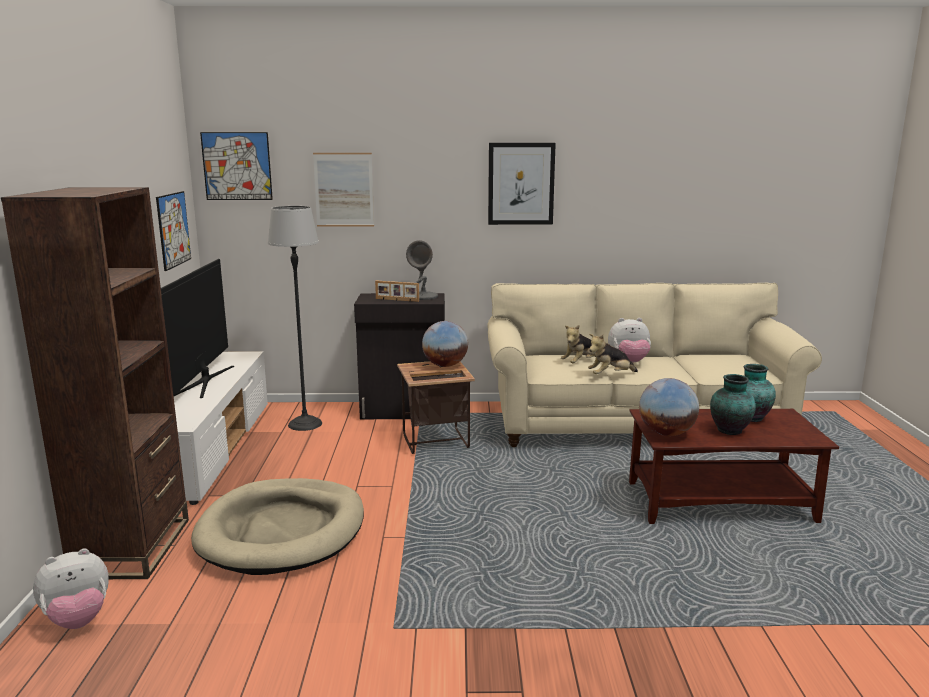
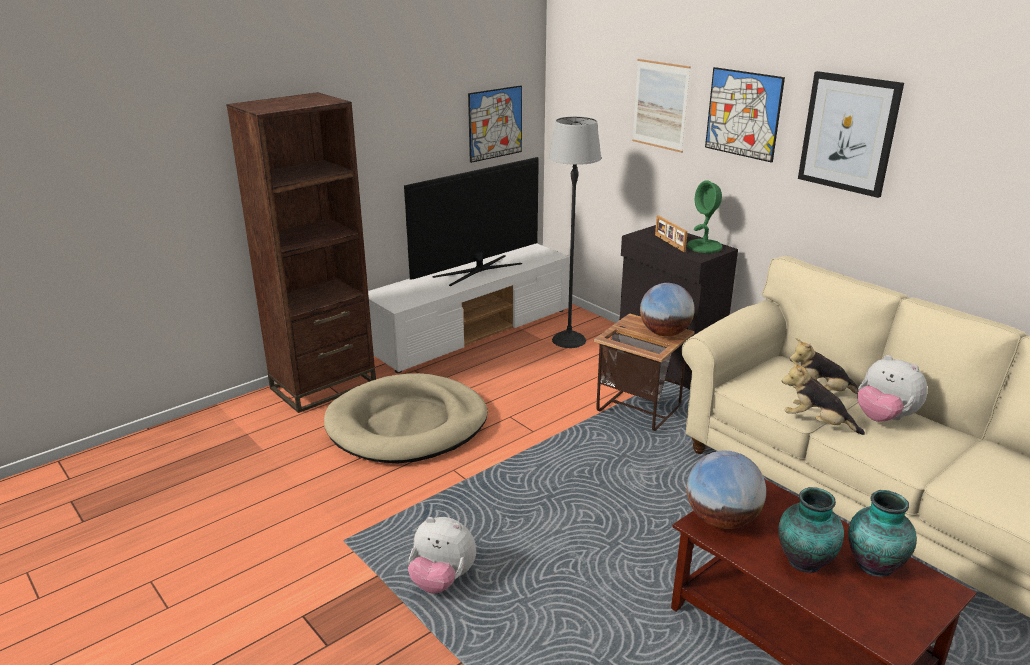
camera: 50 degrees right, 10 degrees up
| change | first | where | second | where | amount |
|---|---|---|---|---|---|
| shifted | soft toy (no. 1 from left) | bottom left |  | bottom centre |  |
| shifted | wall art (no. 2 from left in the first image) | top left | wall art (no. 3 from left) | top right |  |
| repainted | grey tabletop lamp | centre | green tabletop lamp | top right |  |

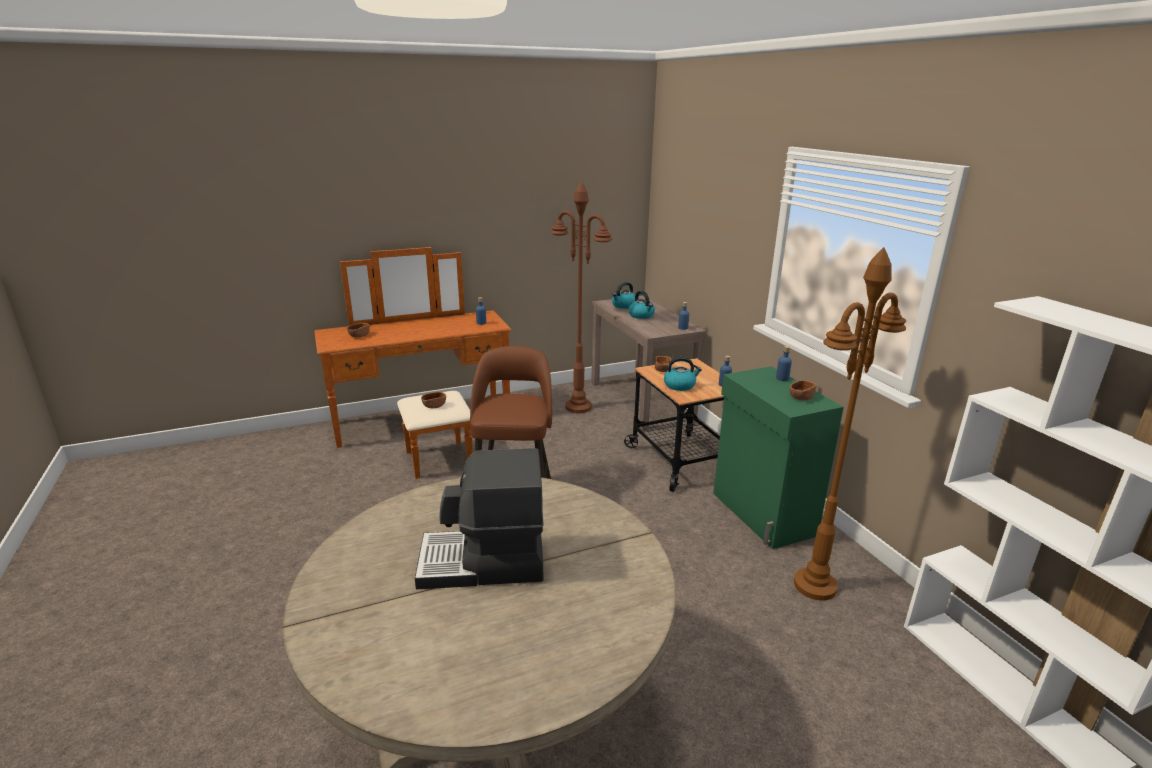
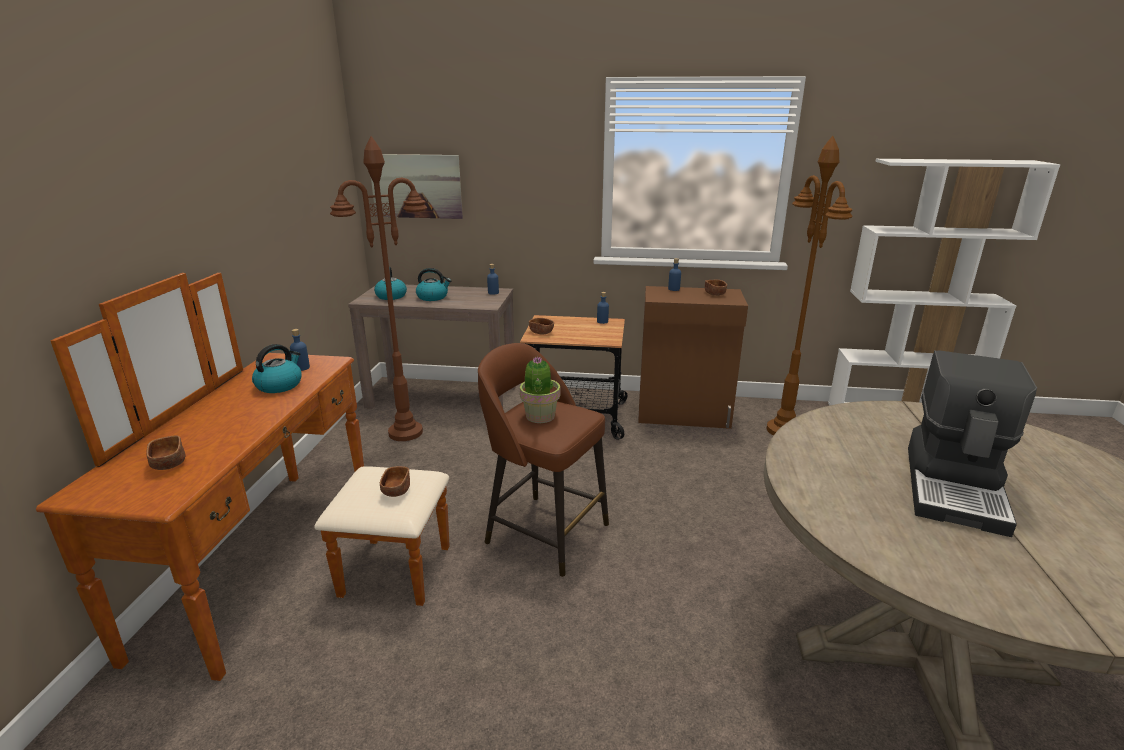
camera: 60 degrees left, 0 degrees up
| change | first | where | second | where | amount |
|---|---|---|---|---|---|
| shifted | water kettle (no. 3 from left in the first image) | centre | water kettle (no. 1 from left) | middle left |  |
| repainted | green storage cabinet | middle right | brown storage cabinet | centre |  |
| new |  |  | wall art | top centre |  |
| new |  |  | plant in a pot | centre |  |

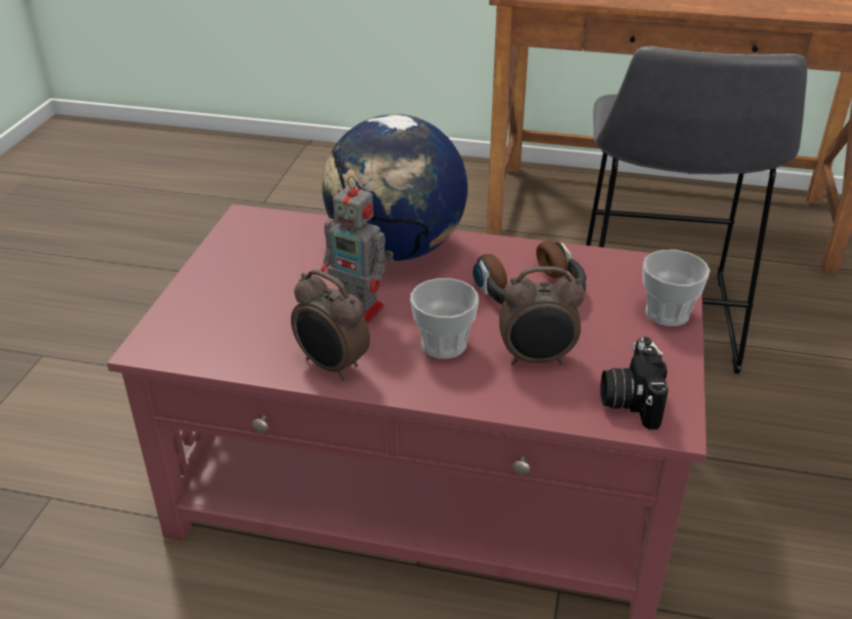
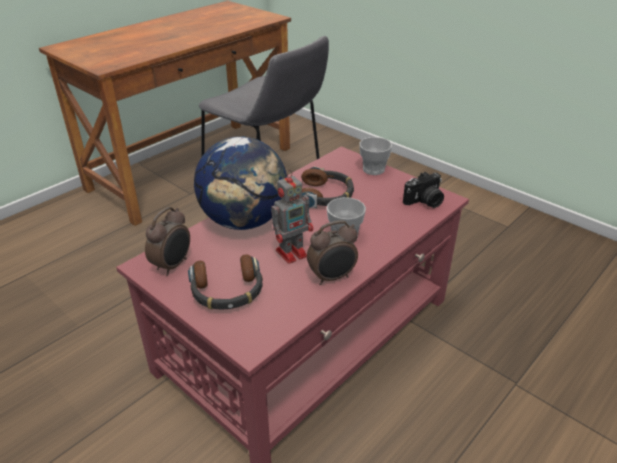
camera: 60 degrees left, 0 degrees up
| change | first | where | second | where | amount |
|---|---|---|---|---|---|
| shifted | table clock (no. 2 from left in the first image) | centre | table clock (no. 1 from left) | middle left |  |
| rotated | still camera | middle right |  | middle right | 60 degrees counterclockwise |
| new |  |  | headphones (no. 1 from left) | centre |  |

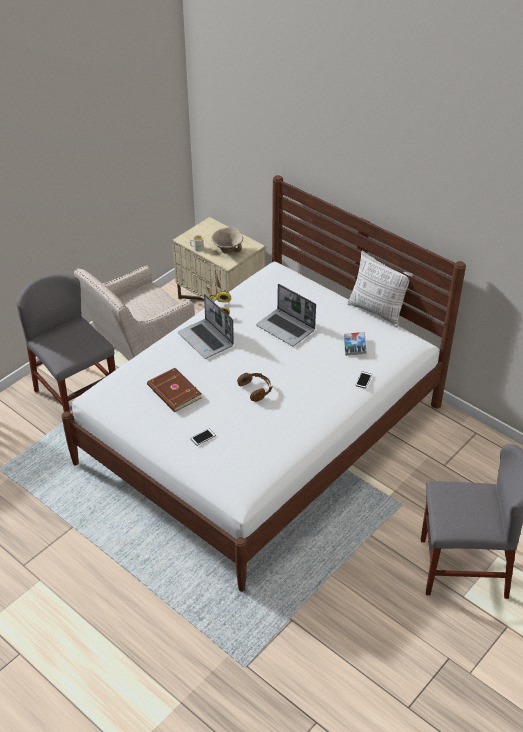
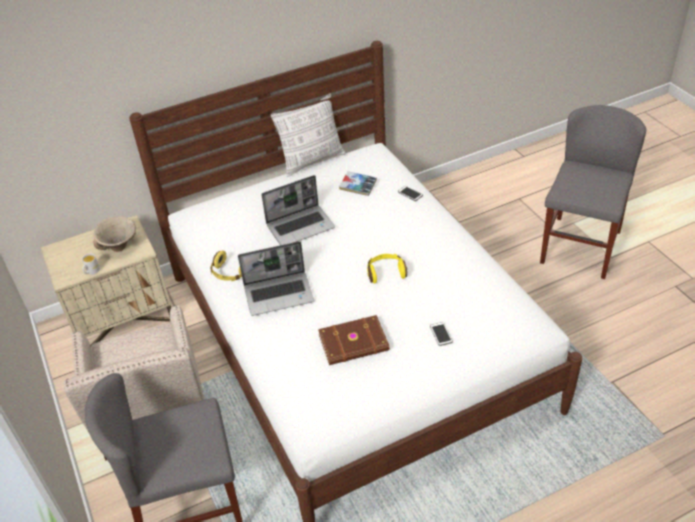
camera: 65 degrees left, 0 degrees up
| change | first | where | second | where | amount |
|---|---|---|---|---|---|
| repainted | brown headphones | centre | yellow-coloured headphones (no. 2 from left) | centre |  |

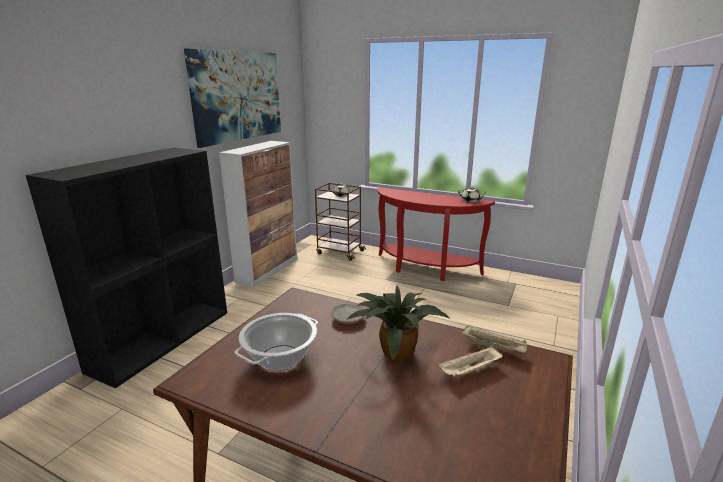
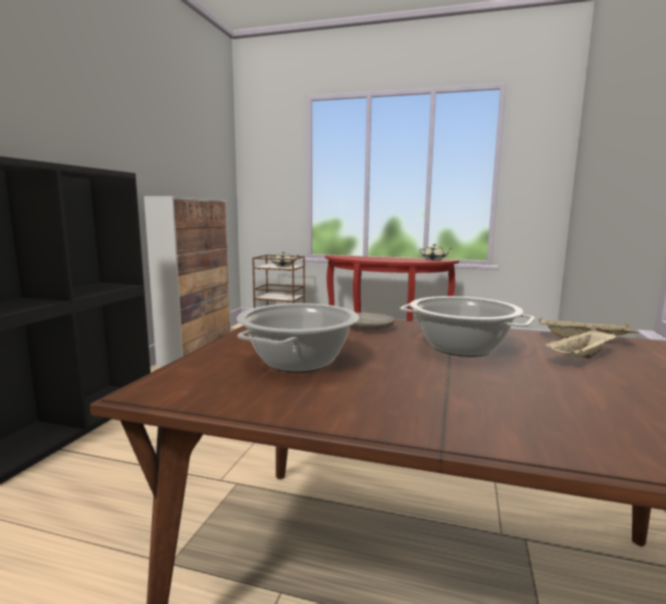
camera: 10 degrees left, 10 degrees down
| change | first | where | second | where | amount |
|---|---|---|---|---|---|
| gone | wall art | top left |  |  |  |
| swapped | plant in a pot | bottom centre | stockpot (no. 2 from left) | middle right |  |

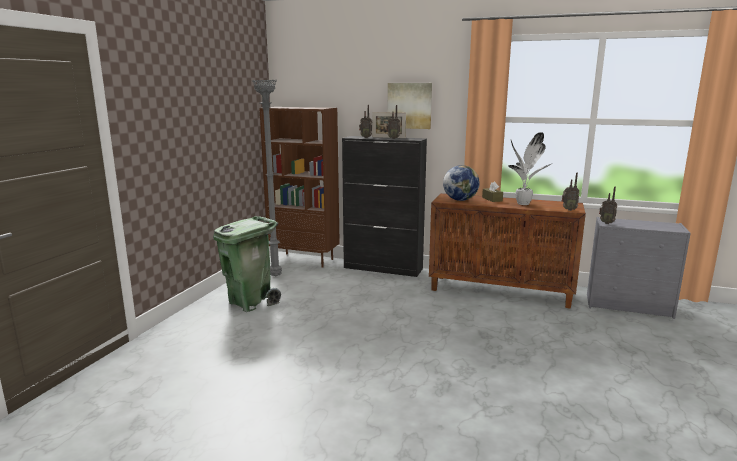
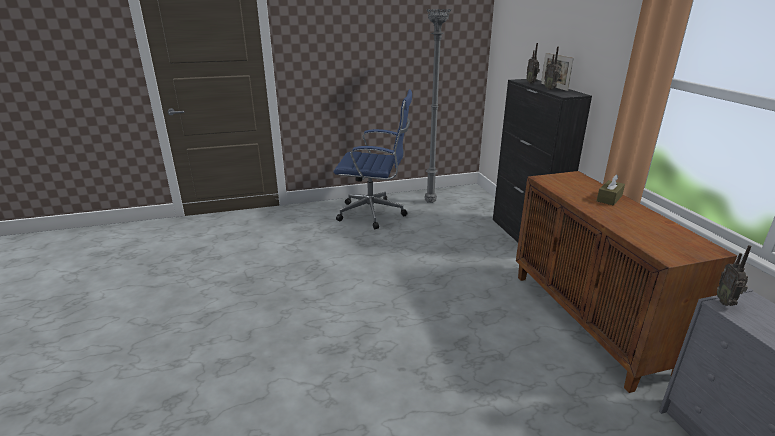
camera: 55 degrees right, 10 degrees up
| change | first | where | second | where | amount |
|---|---|---|---|---|---|
| swapped | green trash can | centre | bluish office chair | centre |  |
| gone | brown shelving unit | centre |  |  |  |
| gone | wall art | top centre |  |  |  |
| gone | world globe | centre |  |  |  |
| gone | plant in a pot | middle right |  |  |  |
| gone | radio set (no. 3 from left) | middle right |  |  |  |

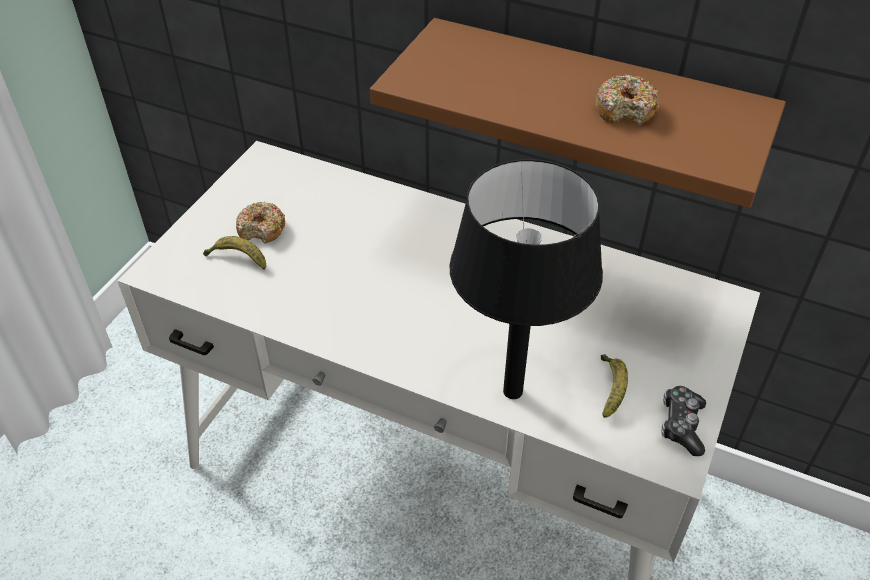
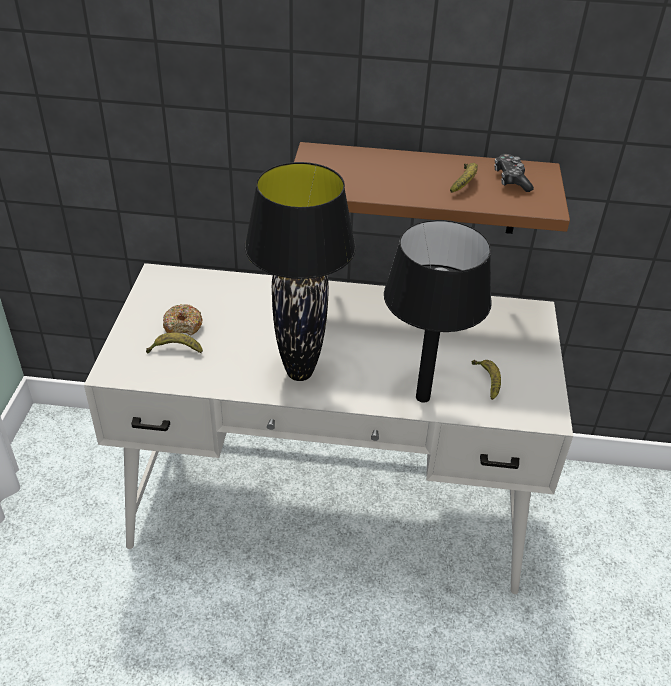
camera: 20 degrees left, 5 degrees down
| change | first | where | second | where | amount |
|---|---|---|---|---|---|
| swapped | ring doughnut (no. 2 from left) | top right | banana (no. 2 from left) | top right |  |
| shifted | joypad | bottom right |  | top right |  |
| new |  |  | black-coloured tabletop lamp (no. 1 from left) | centre |  |

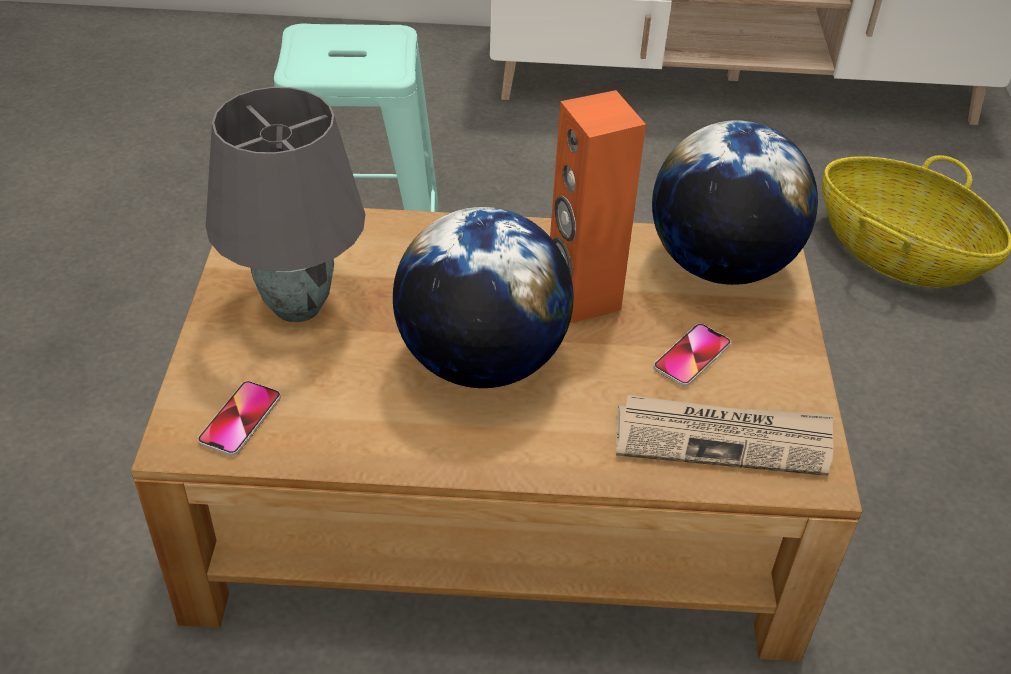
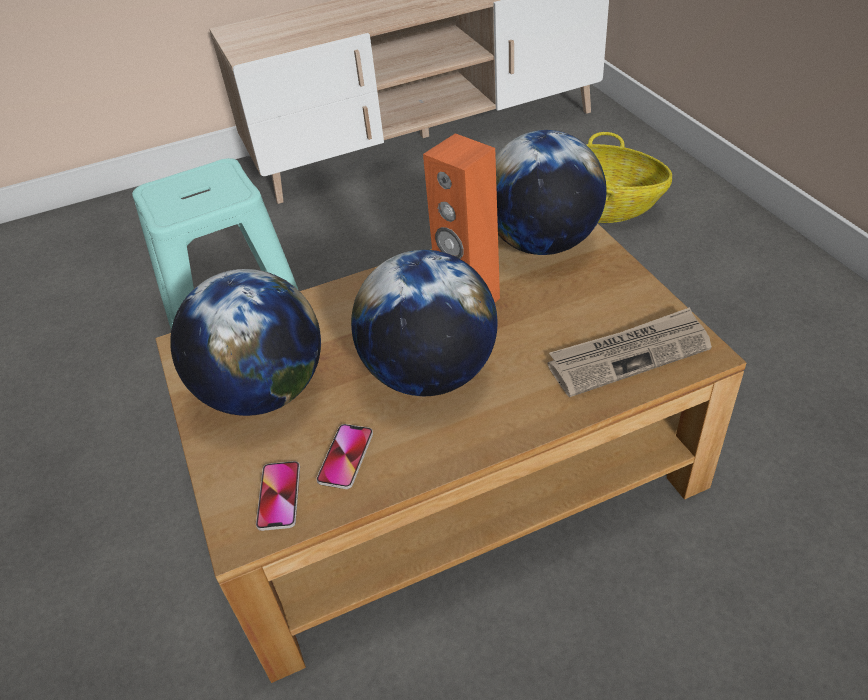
camera: 20 degrees left, 0 degrees up
| change | first | where | second | where | amount |
|---|---|---|---|---|---|
| swapped | grey tabletop lamp | top left | world globe (no. 1 from left) | middle left |  |
| shifted | telephone (no. 2 from left) | middle right |  | centre |  |

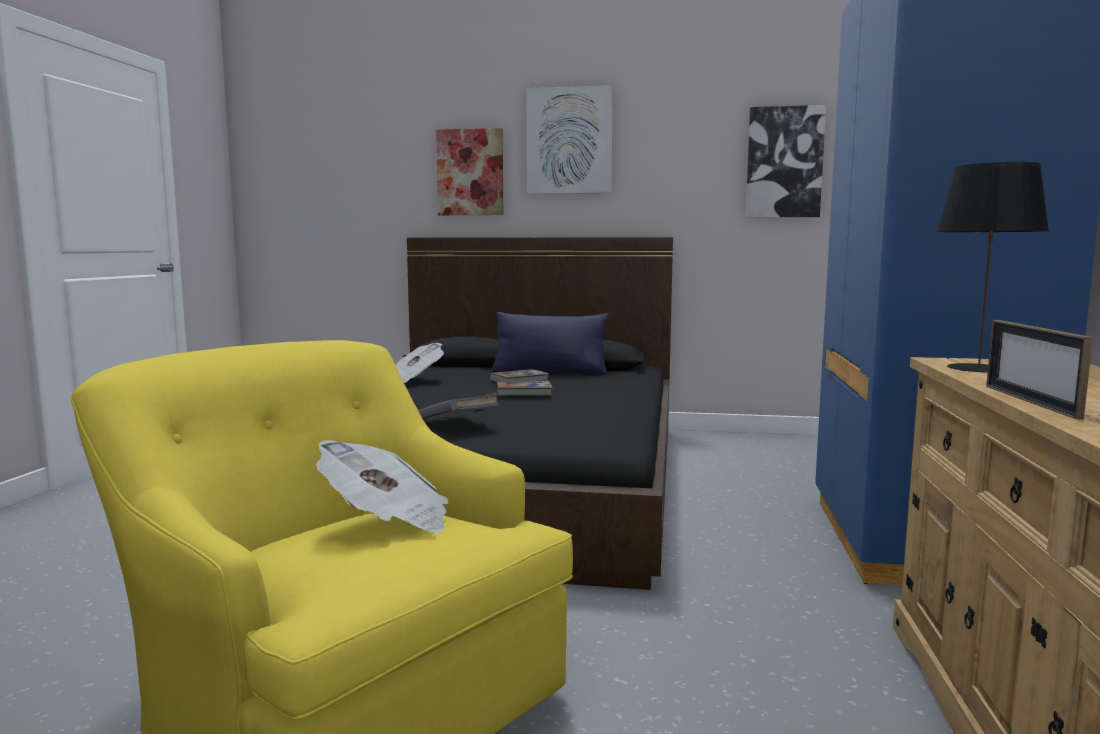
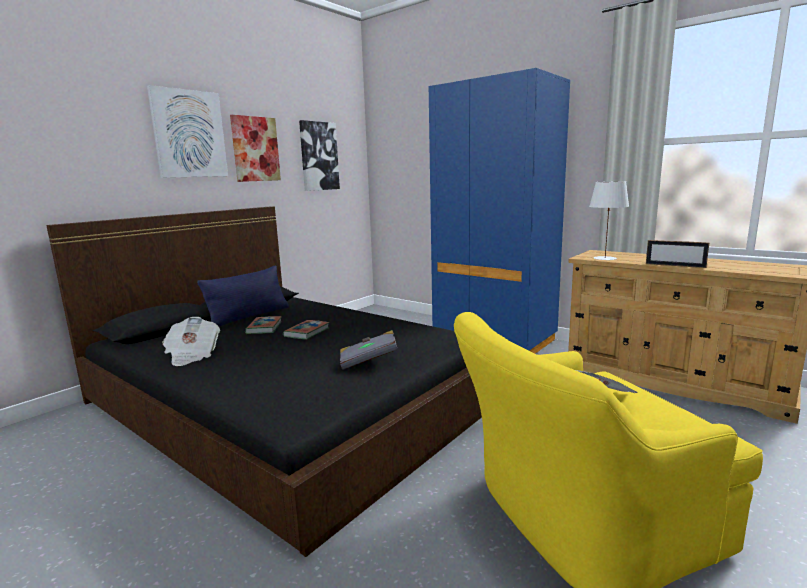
camera: 60 degrees left, 5 degrees up
| change | first | where | second | where | amount |
|---|---|---|---|---|---|
| shifted | wall art (no. 1 from left in the first image) | top centre | wall art (no. 2 from left) | top left |  |
| repainted | black-coloured tabletop lamp | middle right | white tabletop lamp | middle right |  |

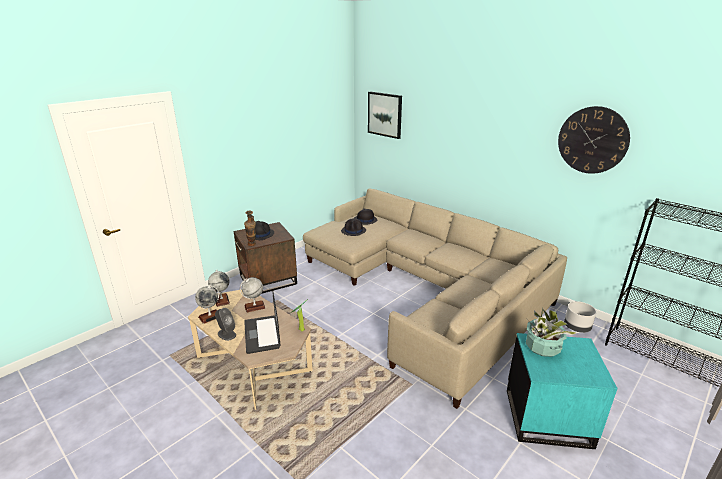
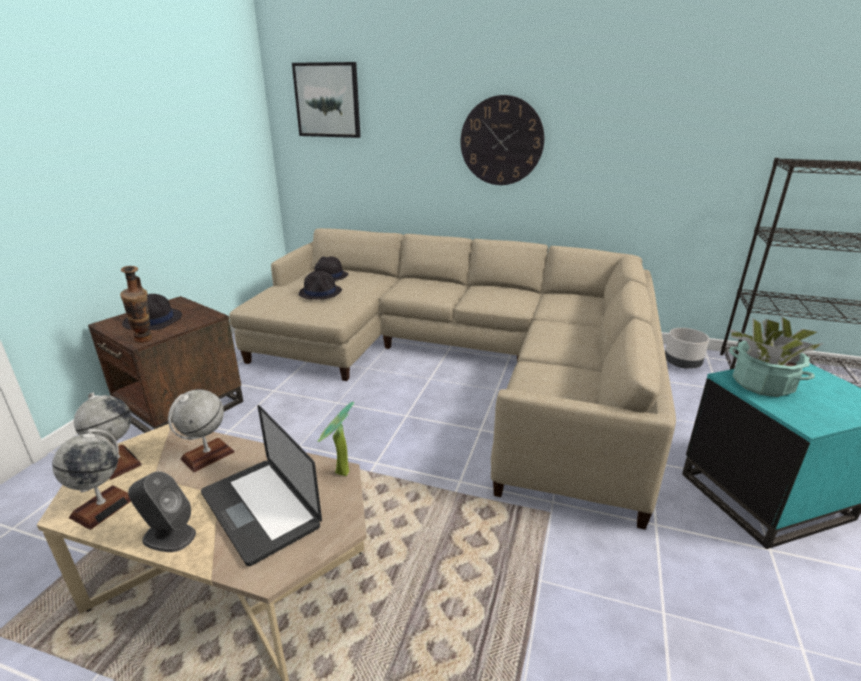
camera: 25 degrees left, 0 degrees up
| change | first | where | second | where | amount |
|---|---|---|---|---|---|
| shifted | hanging clock | top right |  | top centre |  |

